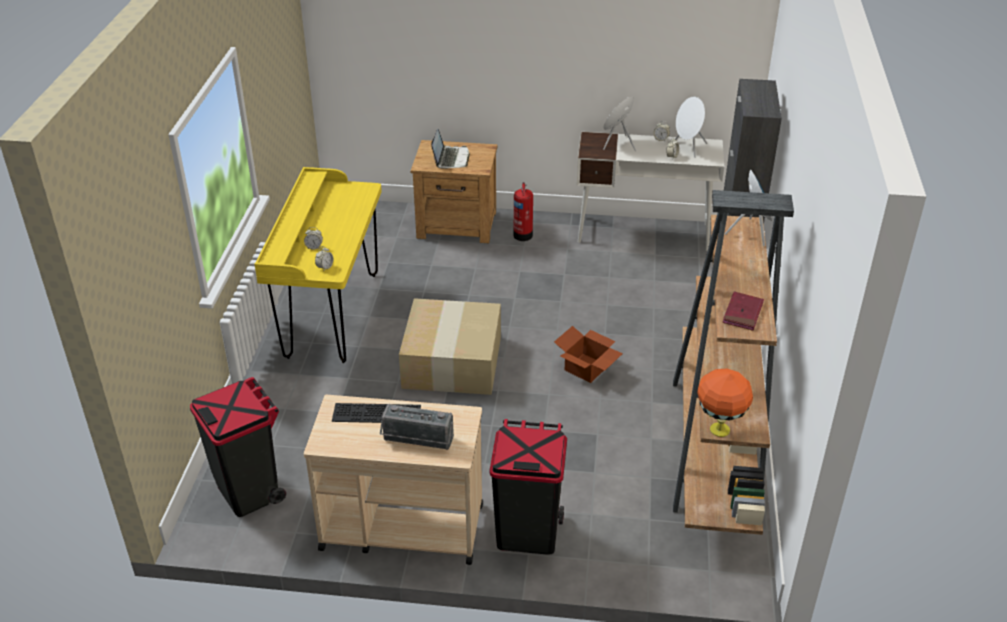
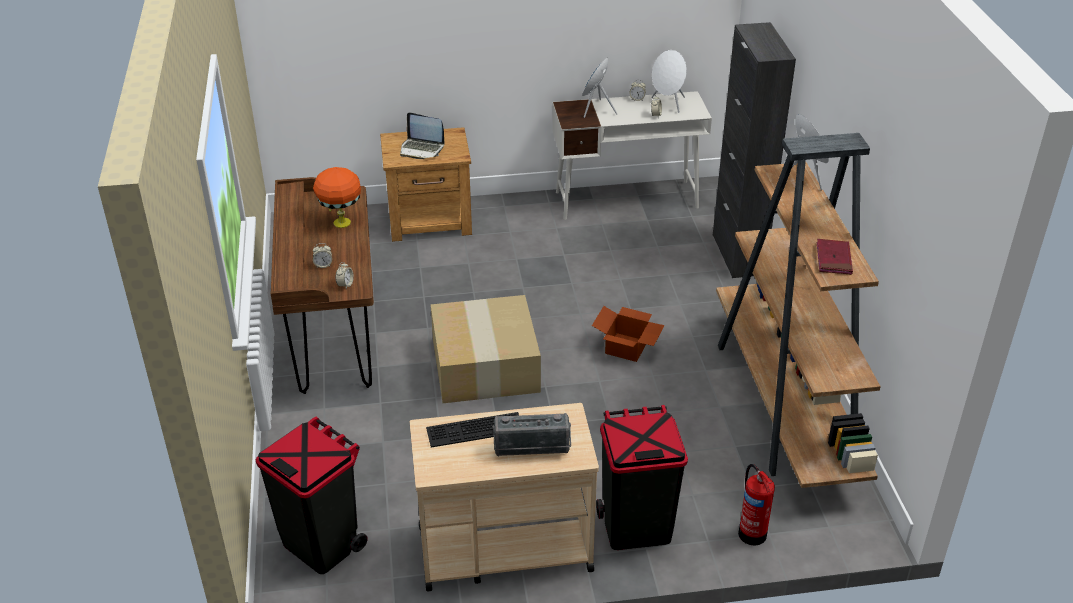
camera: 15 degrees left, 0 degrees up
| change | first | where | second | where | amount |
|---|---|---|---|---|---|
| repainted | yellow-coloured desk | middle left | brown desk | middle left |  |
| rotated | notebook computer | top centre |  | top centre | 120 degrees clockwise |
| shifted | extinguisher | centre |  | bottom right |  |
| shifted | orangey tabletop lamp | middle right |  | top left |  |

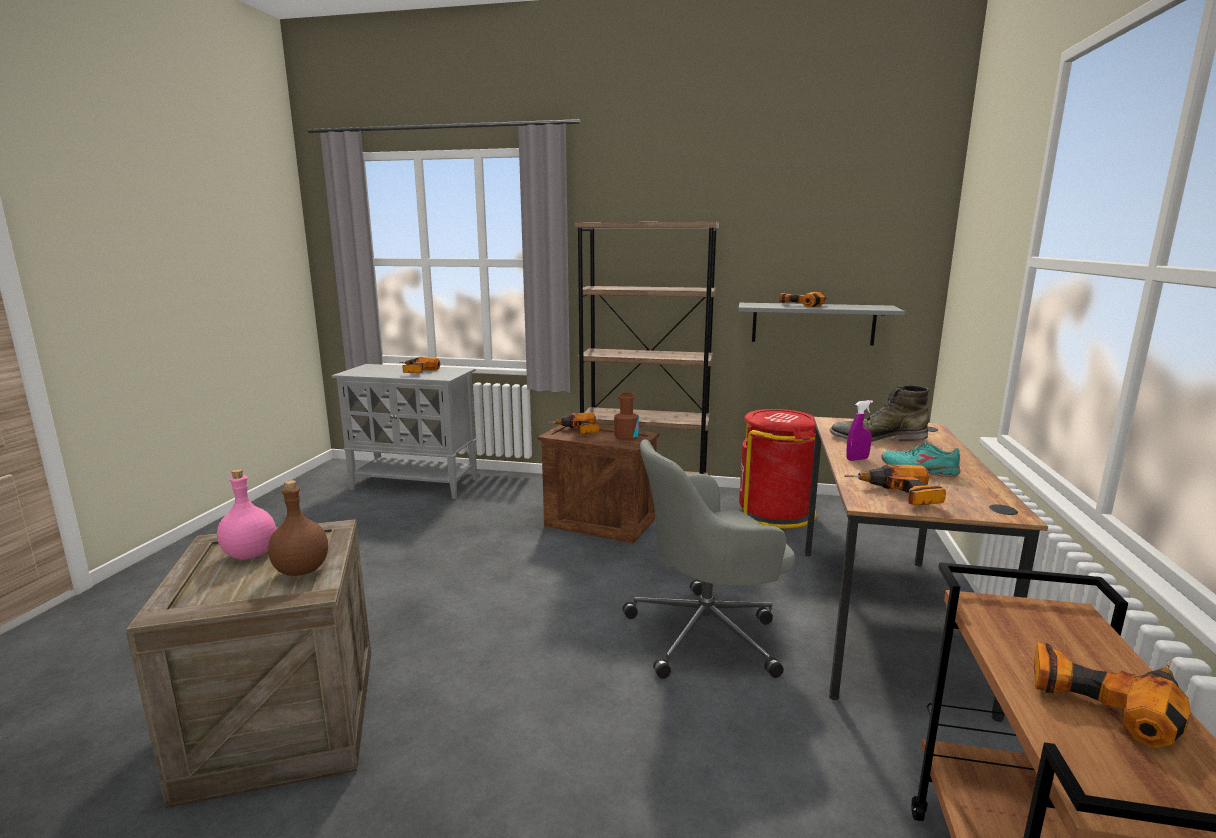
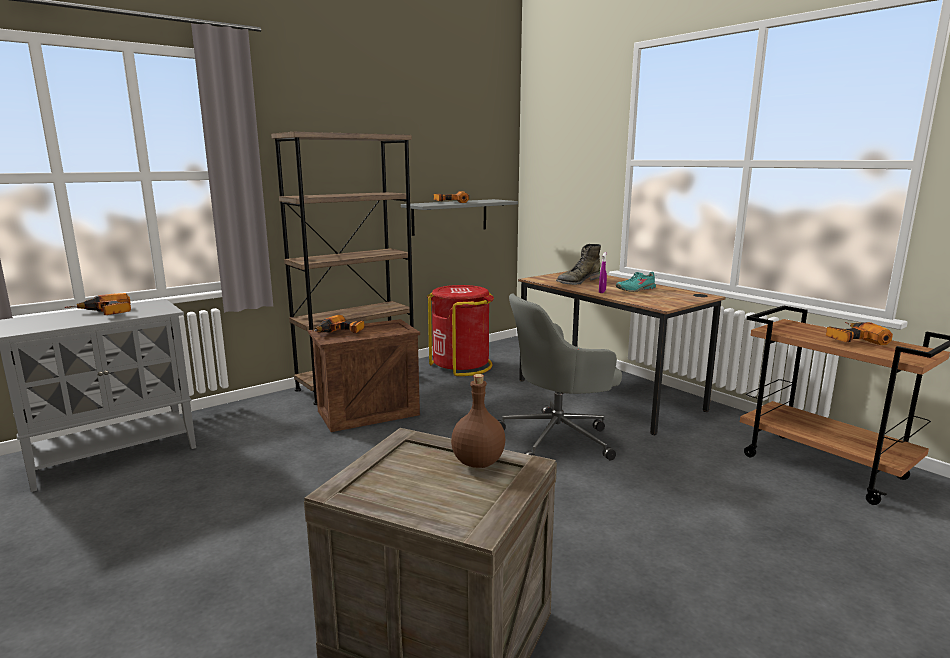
camera: 50 degrees left, 0 degrees up
| change | first | where | second | where | amount |
|---|---|---|---|---|---|
| gone | pink beverage bottle | middle left |  |  |  |
| gone | brown beverage bottle (no. 2 from left) | centre |  |  |  |
| rotated | grey office chair | bottom centre |  | centre | 45 degrees clockwise |
| gone | power drill (no. 4 from left) | middle right |  |  |  |

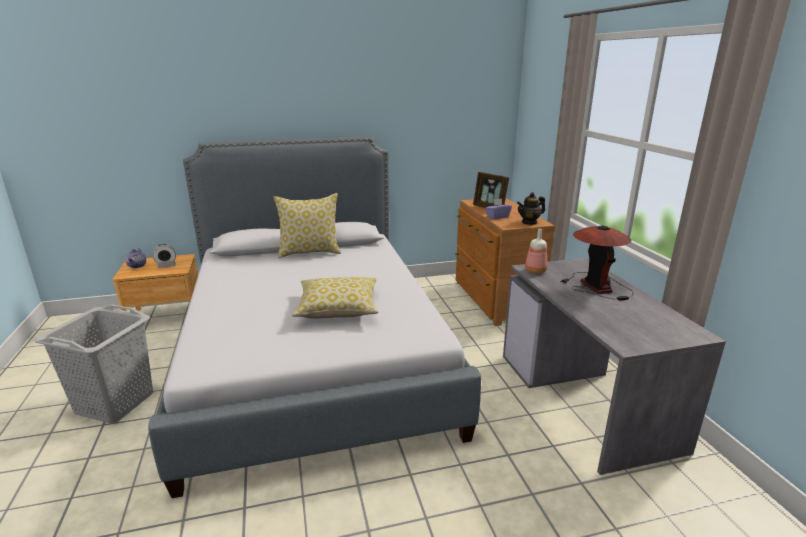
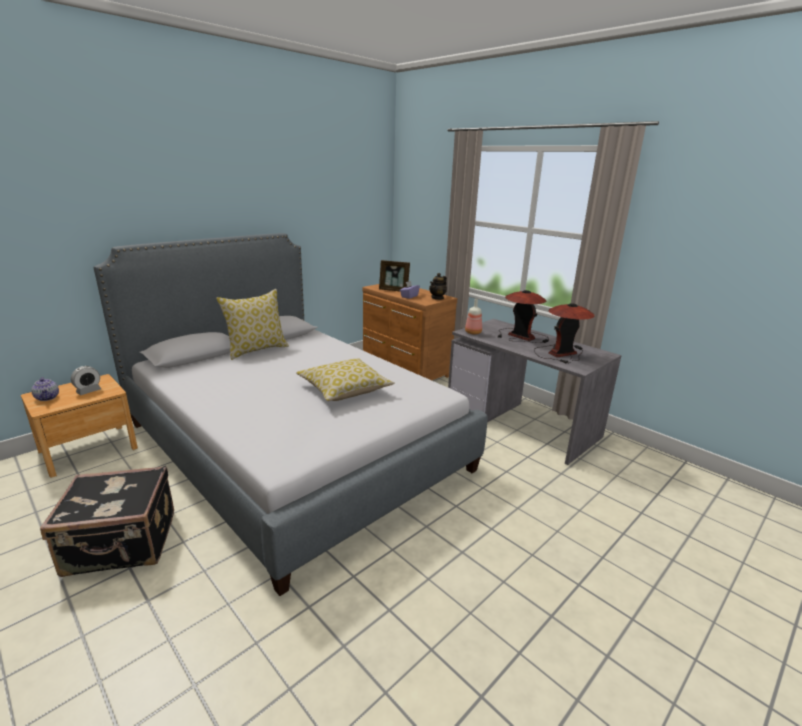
camera: 30 degrees left, 0 degrees up
| change | first | where | second | where | amount |
|---|---|---|---|---|---|
| swapped | grey hamper | bottom left | black-coloured travel case | bottom left |  |
| new |  |  | tabletop lamp (no. 2 from left) | middle right |  |

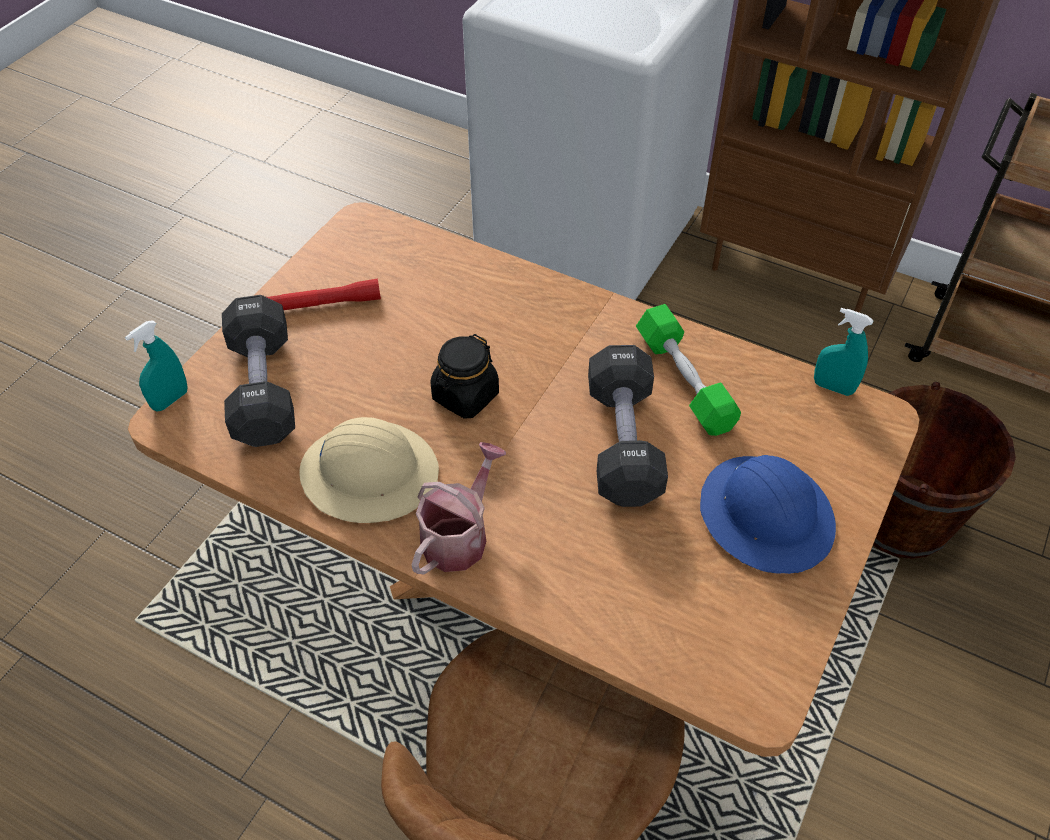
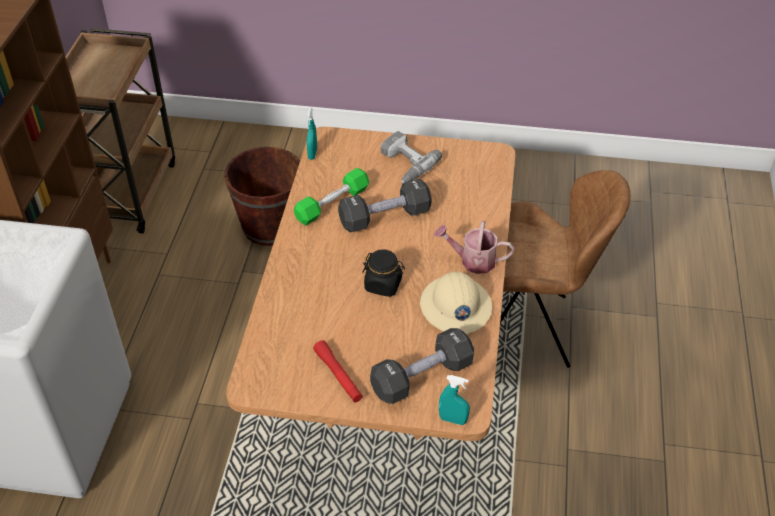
camera: 110 degrees left, 5 degrees down
| change | first | where | second | where | amount |
|---|---|---|---|---|---|
| swapped | bluish hard hat | middle right | power drill | top centre |  |

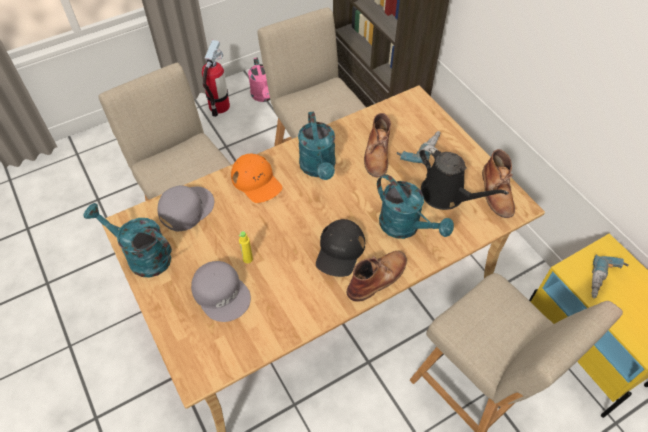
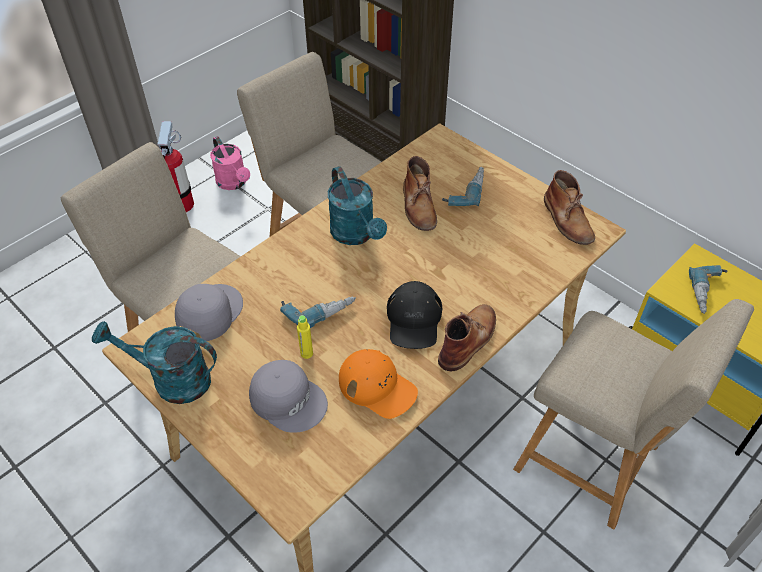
camera: 15 degrees left, 5 degrees down
| change | first | where | second | where | amount |
|---|---|---|---|---|---|
| shifted | orangey baseball cap | centre |  | bottom centre |  |
| gone | blue-green watering can (no. 3 from left) | centre |  |  |  |
| gone | black-coloured watering can | middle right |  |  |  |
| new |  |  | power drill (no. 1 from left) | centre |  |

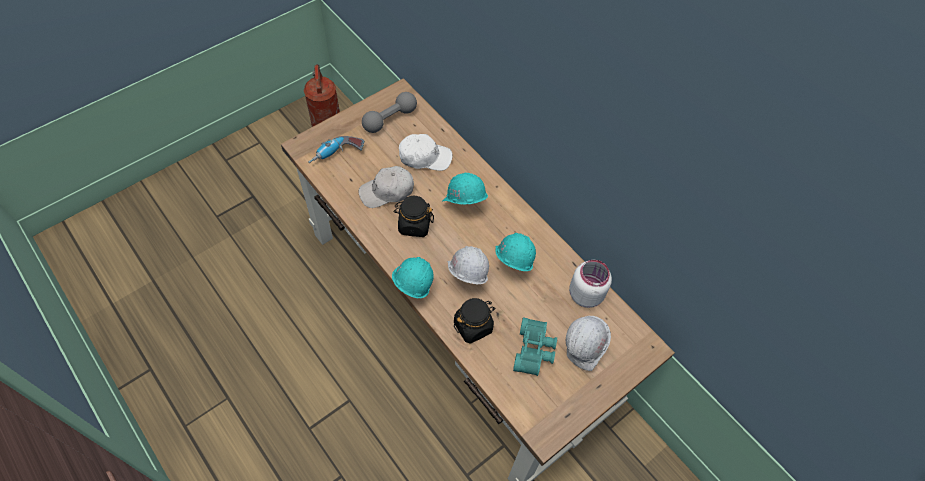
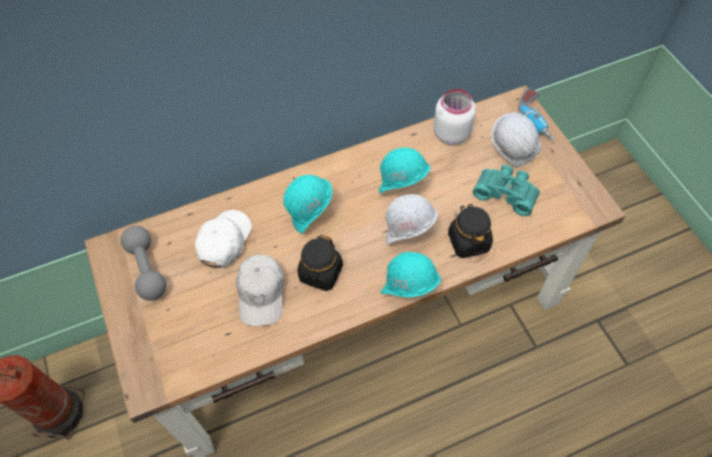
camera: 70 degrees left, 0 degrees up
| change | first | where | second | where | amount |
|---|---|---|---|---|---|
| shifted | power drill | top centre |  | top right |  |

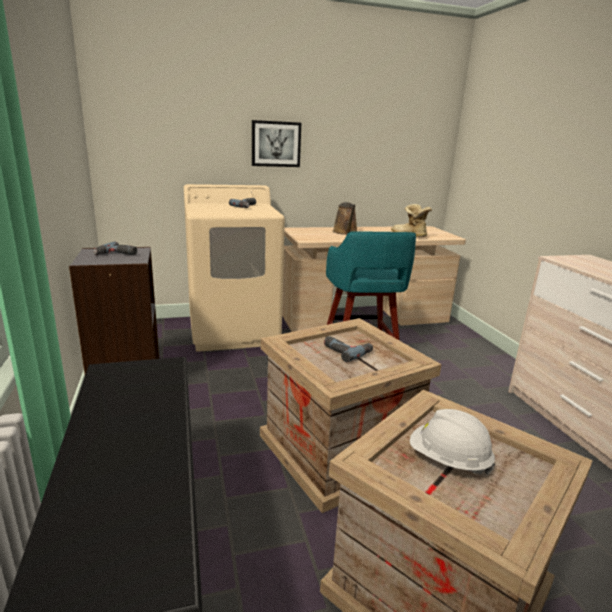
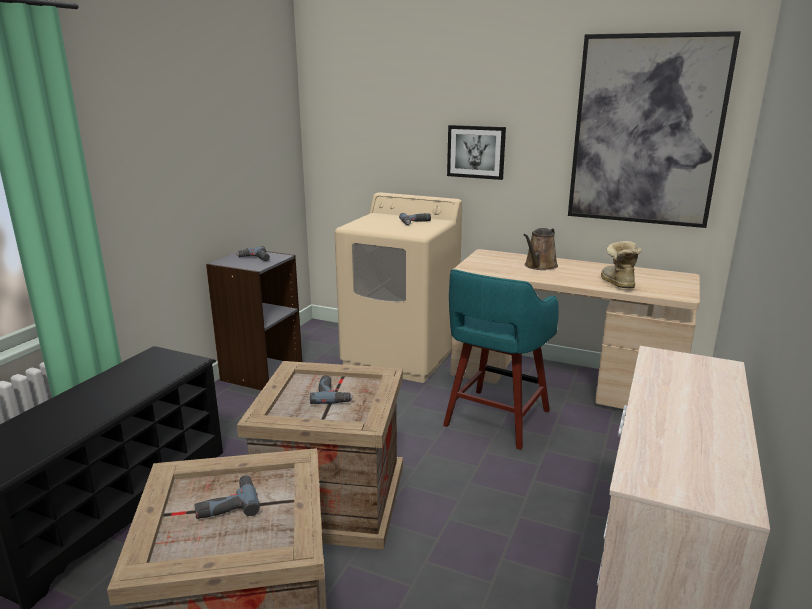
camera: 40 degrees right, 0 degrees up
| change | first | where | second | where | amount |
|---|---|---|---|---|---|
| swapped | white hard hat | bottom right | power drill (no. 1 from left) | bottom left |  |
| new |  |  | wall art (no. 2 from left) | top right |  |

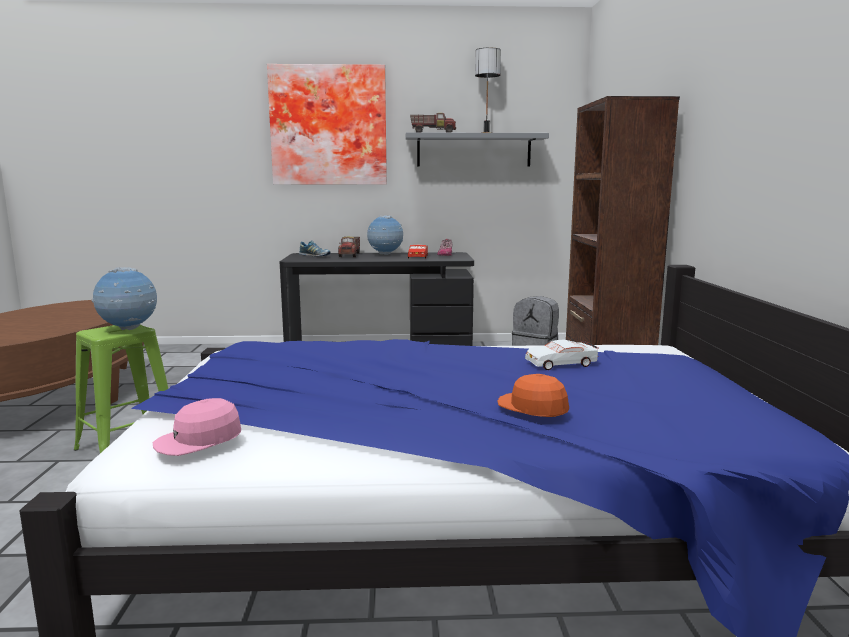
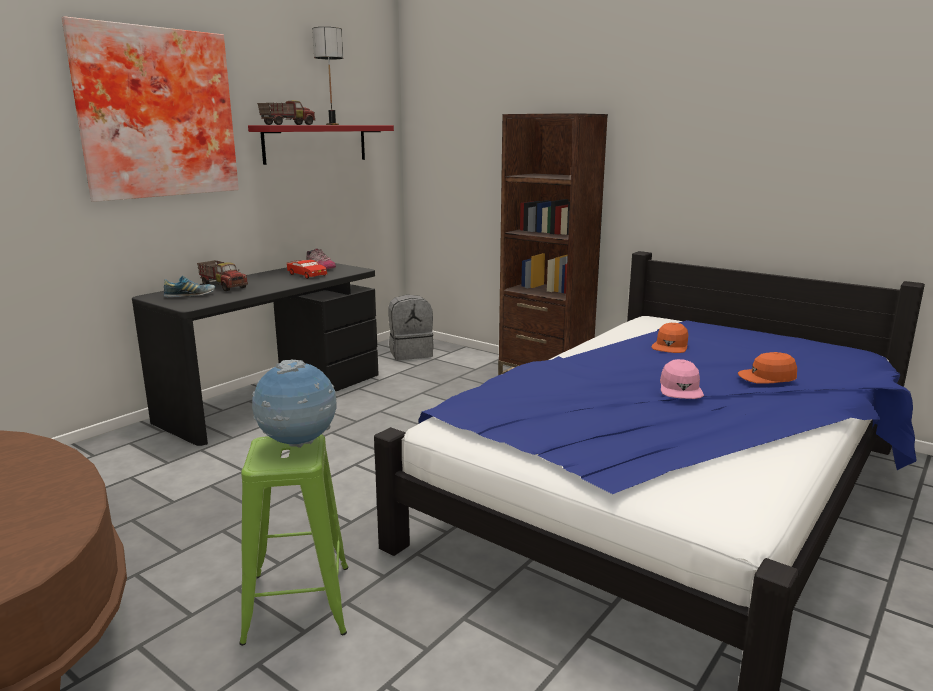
camera: 50 degrees left, 5 degrees up
| change | first | where | second | where | amount |
|---|---|---|---|---|---|
| shifted | pink baseball cap | bottom left |  | middle right |  |
| gone | world globe (no. 2 from left) | centre |  |  |  |
| repainted | grey shelf | top centre | red-coloured shelf | top centre |  |
| swapped | white miniature car | centre | orangey baseball cap (no. 1 from left) | middle right |  |

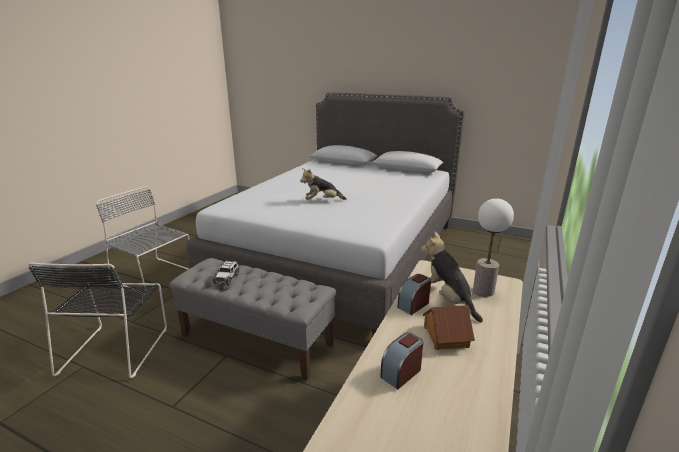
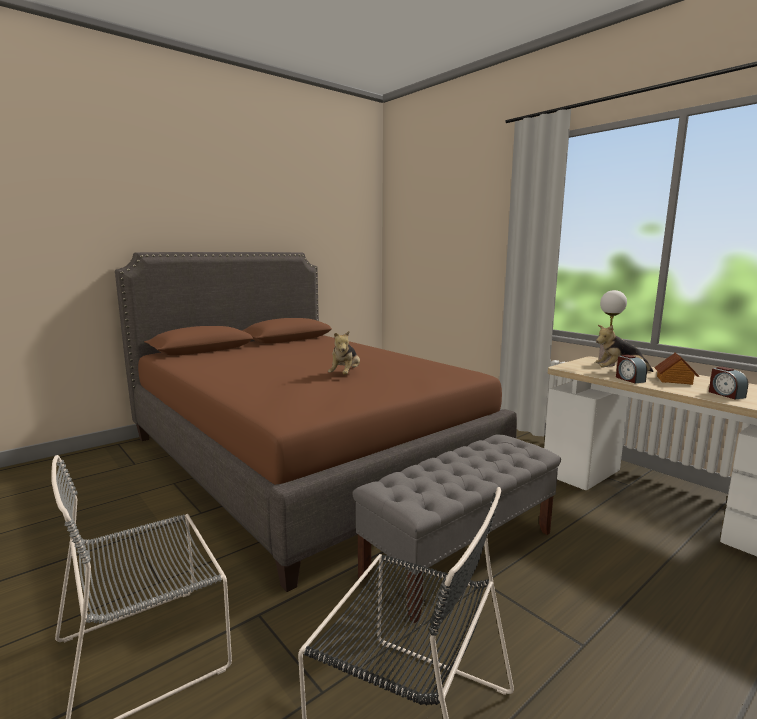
camera: 65 degrees left, 10 degrees down
| change | first | where | second | where | amount |
|---|---|---|---|---|---|
| repainted | grey sleeping bed | centre | brown sleeping bed | centre |  |
| gone | miniature car | middle left |  |  |  |

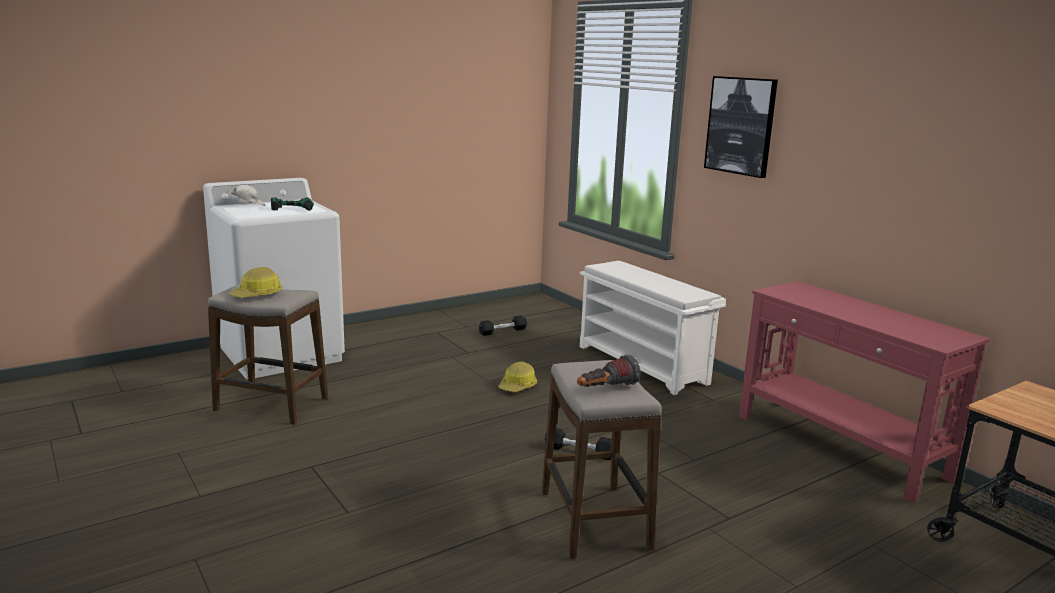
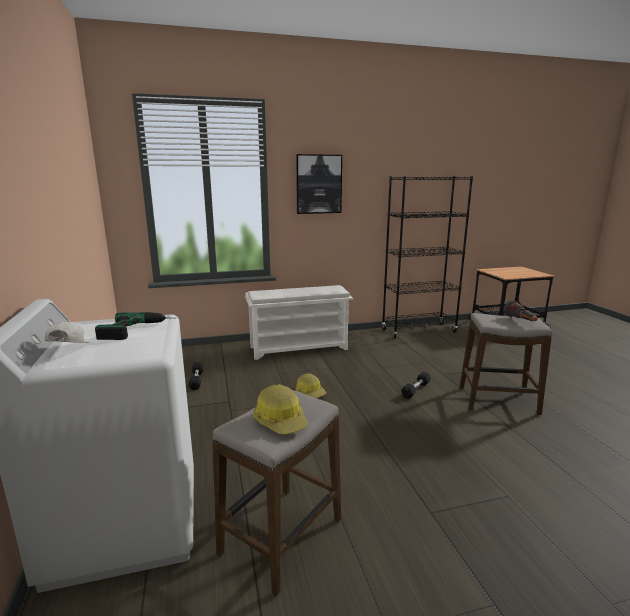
camera: 70 degrees left, 0 degrees up
| change | first | where | second | where | amount |
|---|---|---|---|---|---|
| swapped | red-coloured hall table | middle right | black-coloured shelving unit | middle right |  |

